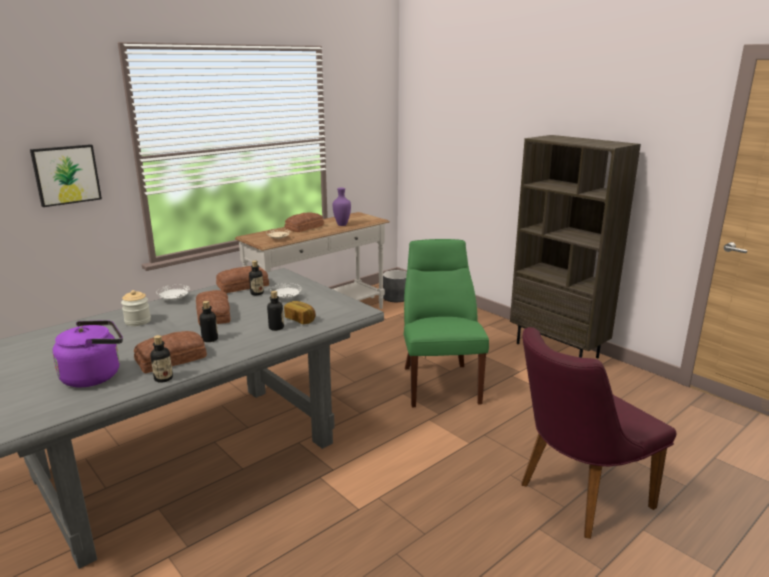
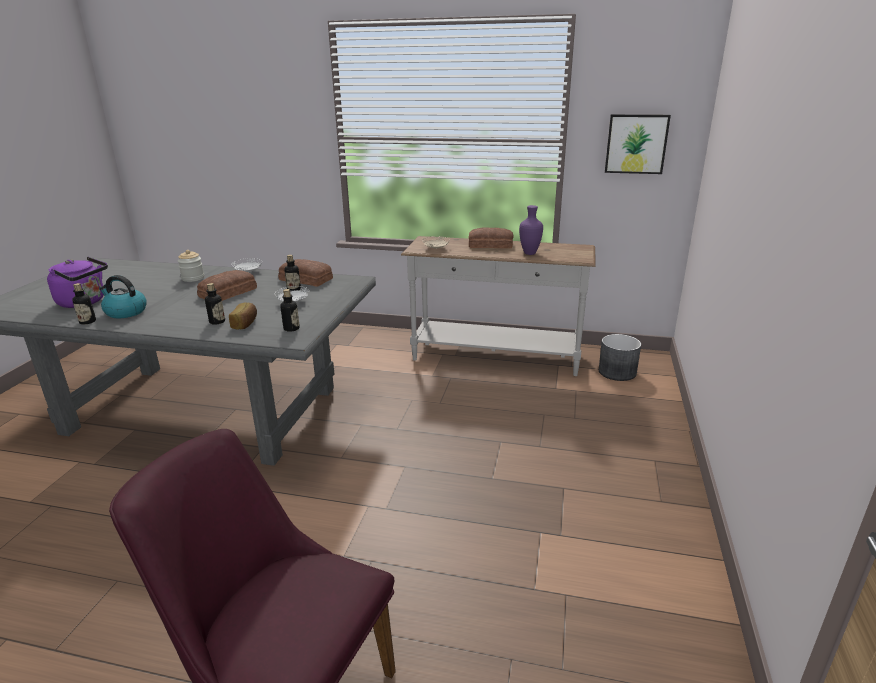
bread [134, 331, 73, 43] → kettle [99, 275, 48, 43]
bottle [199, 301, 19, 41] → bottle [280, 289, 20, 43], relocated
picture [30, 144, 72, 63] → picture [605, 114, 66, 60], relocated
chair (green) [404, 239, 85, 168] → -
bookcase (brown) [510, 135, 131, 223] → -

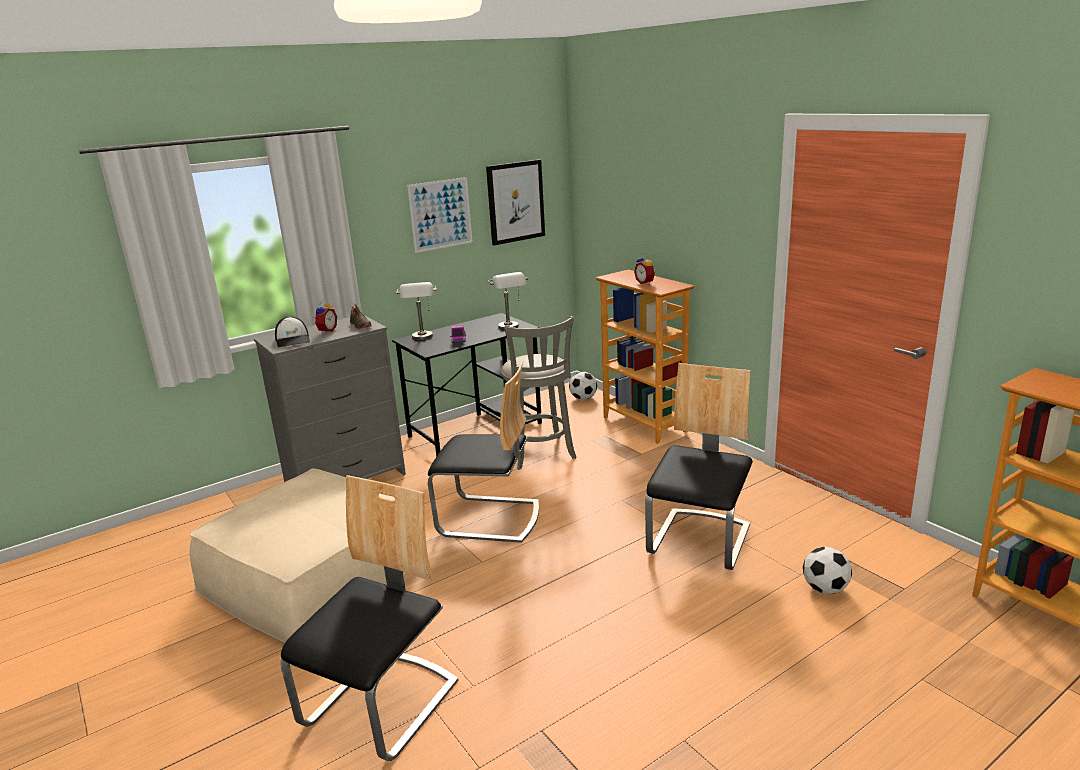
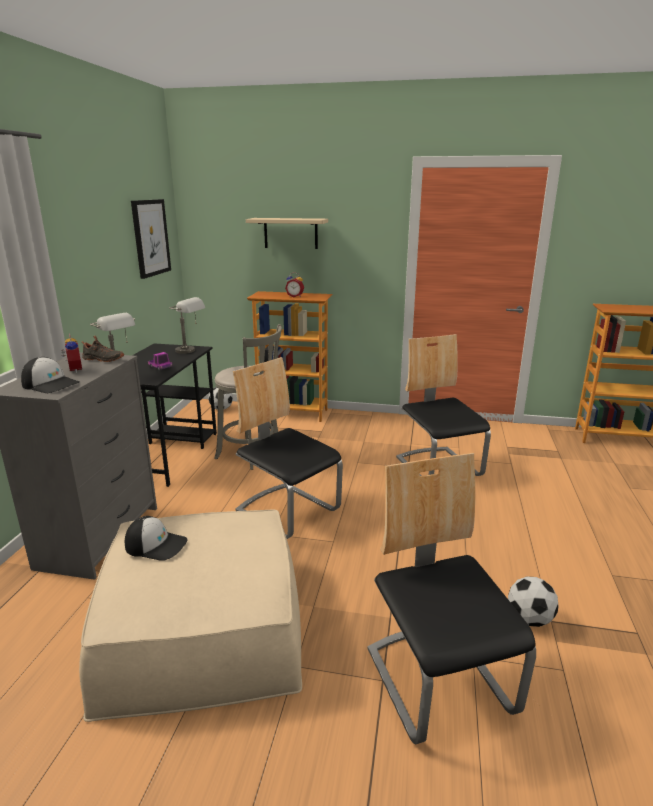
- → cap [125, 516, 63, 45]
chair [428, 359, 111, 184] → chair [233, 357, 110, 182], 105 degrees counterclockwise
- → shelf (beige) [246, 218, 82, 31]
football [803, 546, 49, 48] → football [508, 576, 51, 51], relocated
picture [407, 177, 66, 76] → -

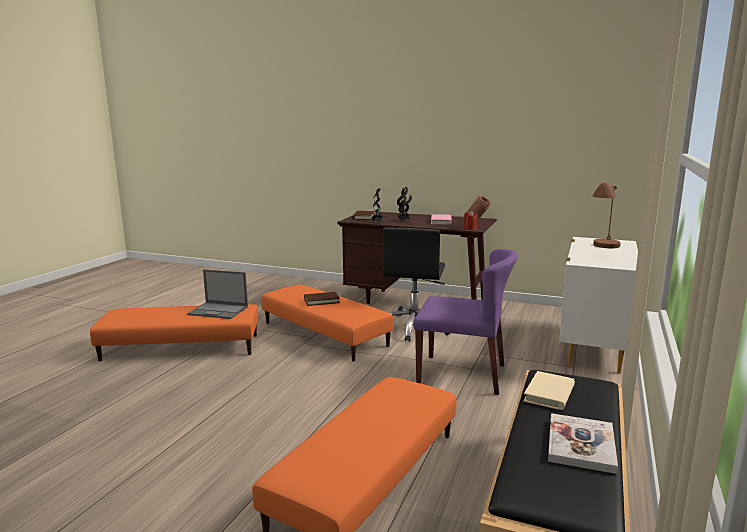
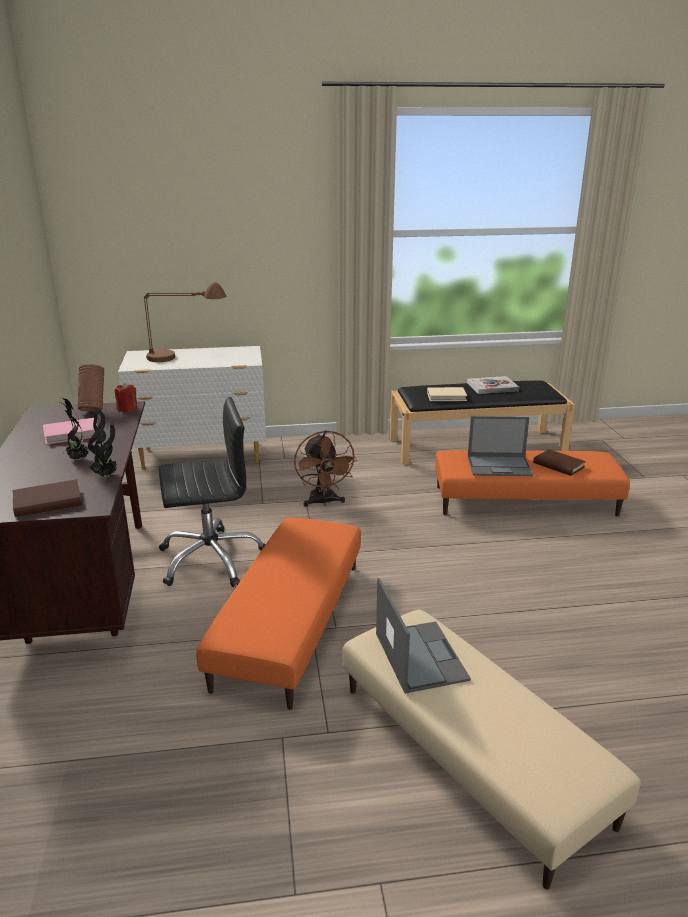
chair (purple) [413, 249, 104, 146] → fan (brown) [294, 430, 63, 77]
ottoman (orange) [90, 304, 168, 57] → ottoman (beige) [343, 610, 298, 279]
- → laptop [468, 416, 65, 60]
book (brown) [304, 292, 36, 14] → book (brown) [533, 449, 53, 27], relocated

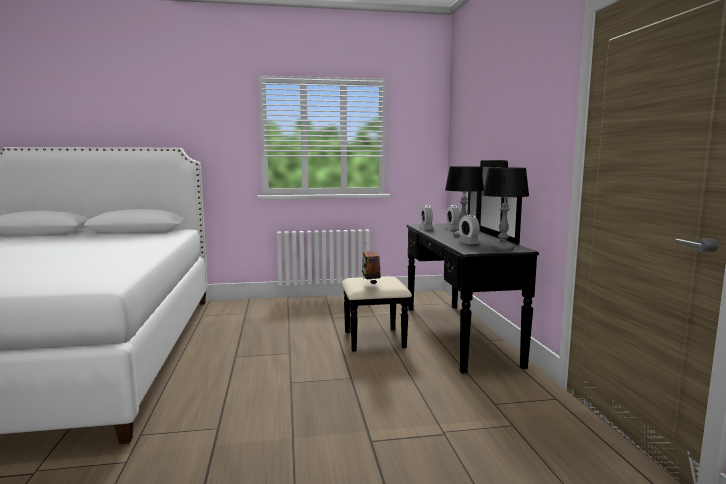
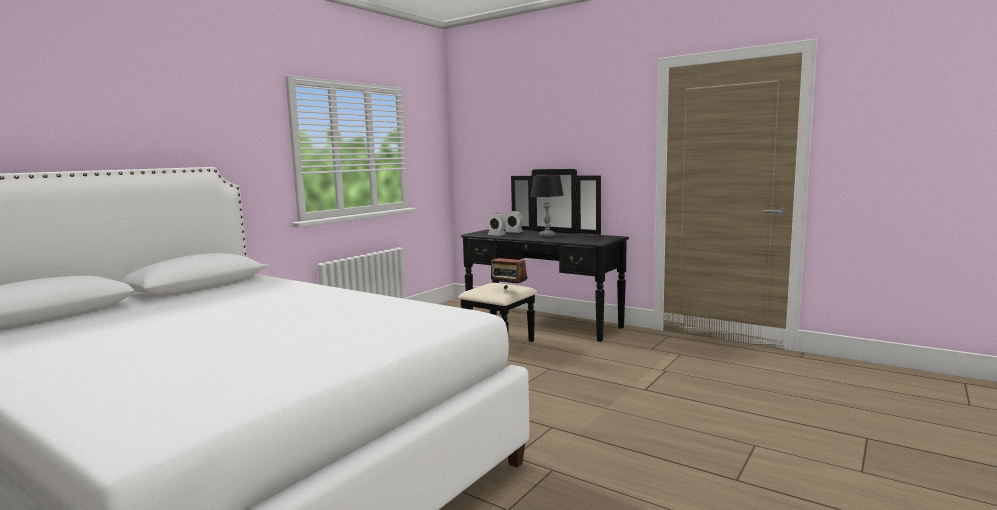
alarm clock [458, 214, 22, 30] → -
table lamp [482, 167, 47, 84] → -

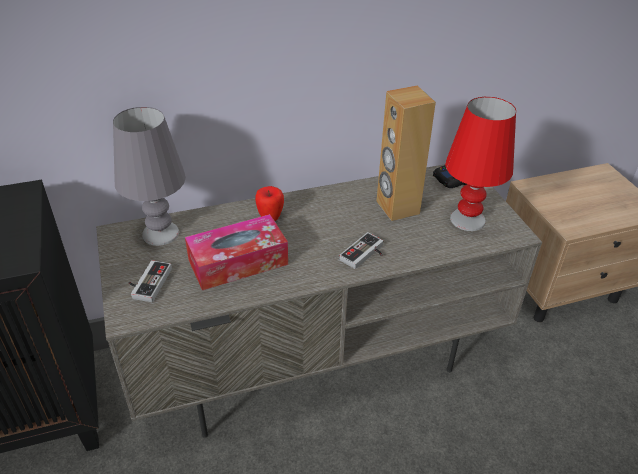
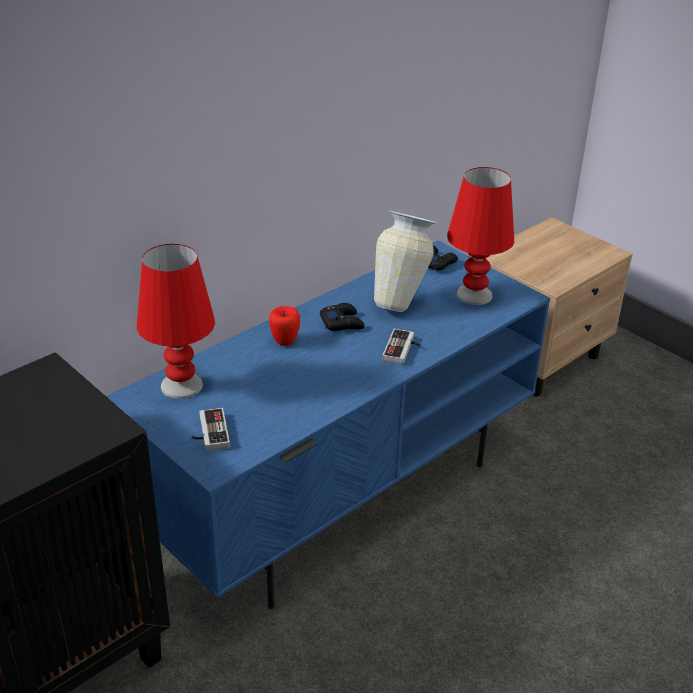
tv stand (grey) [96, 164, 446, 274] → tv stand (blue) [106, 241, 444, 368]
table lamp (grey) [113, 107, 73, 139] → table lamp (red) [137, 244, 78, 155]
- → game controller (black) [320, 303, 44, 28]
speaker (brown) [376, 85, 60, 136] → vase [374, 211, 63, 101]
tissue box [185, 214, 103, 76] → -

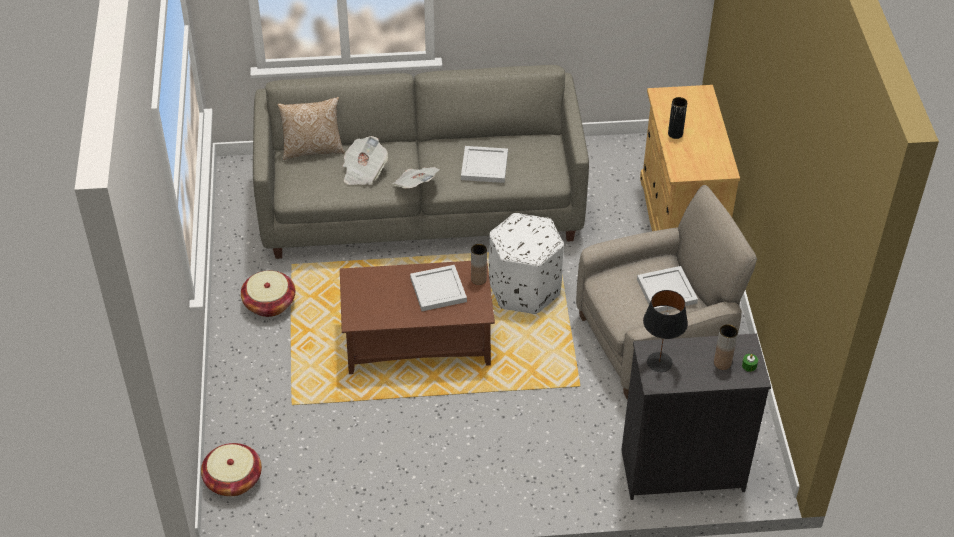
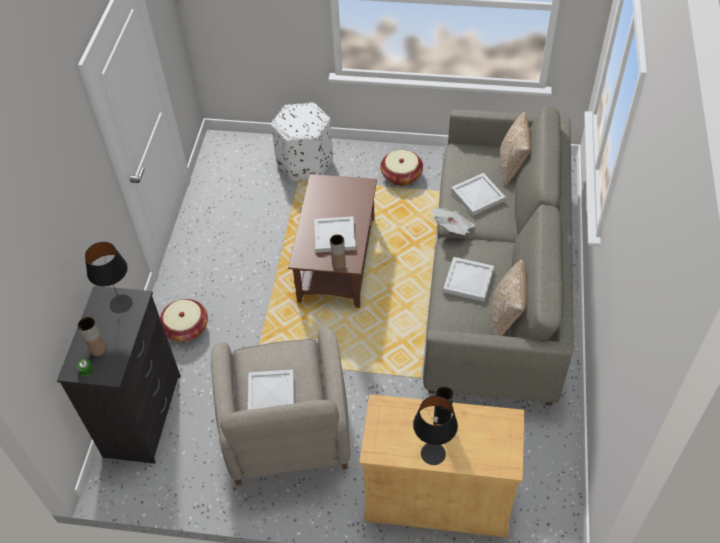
basket [201, 443, 61, 53] → basket [160, 299, 48, 43], relocated
ottoman (white) [489, 213, 75, 101] → ottoman (white) [271, 102, 62, 79], relocated
- → table lamp (black) [413, 396, 45, 69]
newspaper [343, 136, 45, 49] → tray (white) [451, 173, 55, 43]
- → pillow [492, 259, 35, 77]

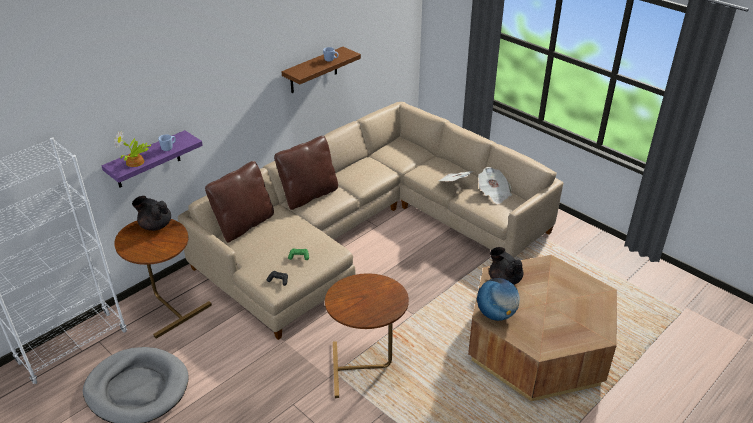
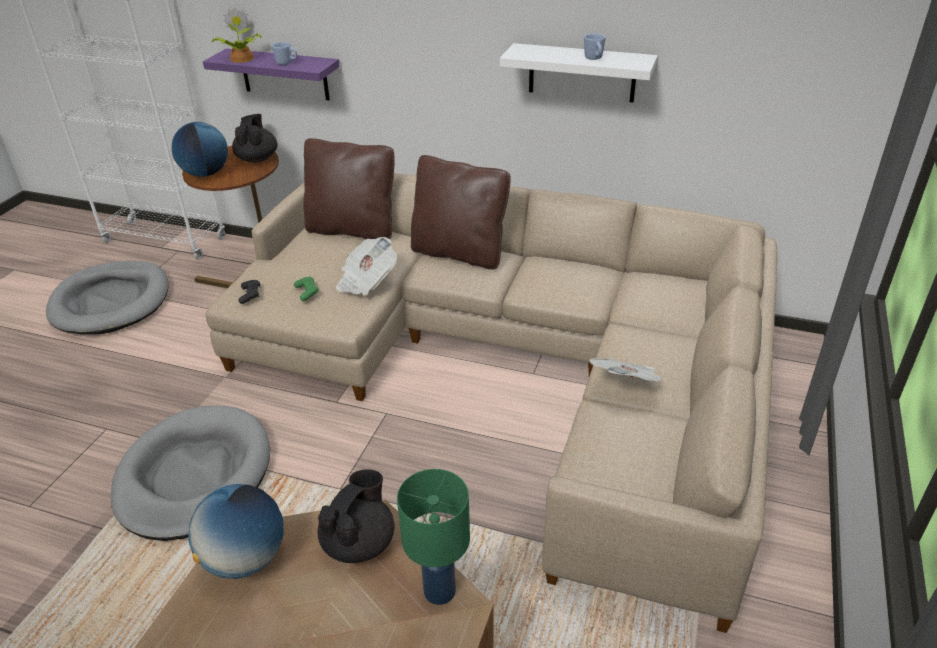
side table (brown) [325, 273, 84, 125] → dog bed (grey) [111, 406, 159, 135]
- → globe [172, 122, 56, 55]
newspaper [478, 167, 34, 37] → newspaper [336, 237, 61, 59], relocated
- → table lamp (green) [397, 469, 73, 136]
shelf (brown) [282, 47, 79, 46] → shelf (white) [500, 43, 158, 59]

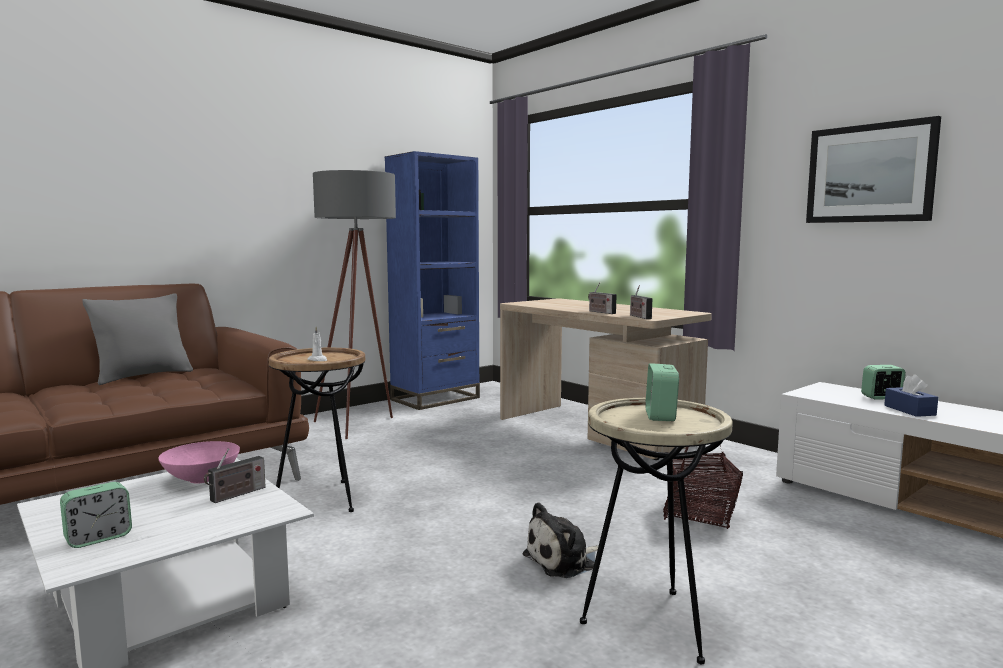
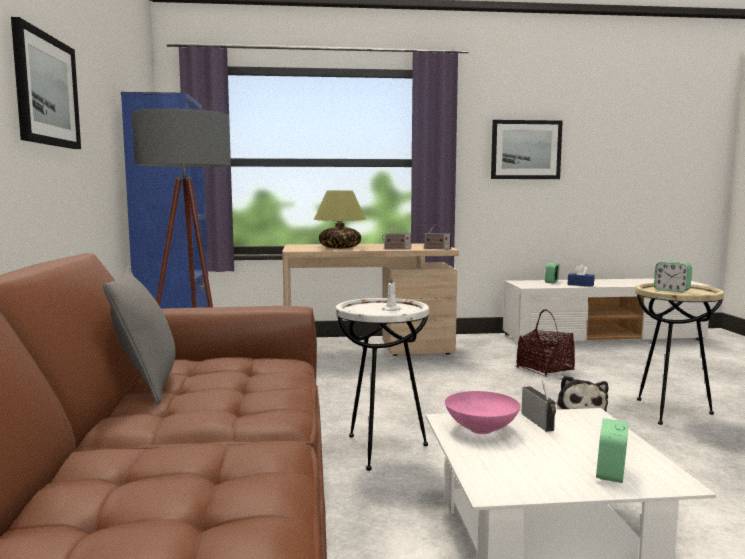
- → picture [11, 17, 70, 132]
- → table lamp [314, 190, 52, 59]
side table (brown) [269, 348, 96, 164] → side table (white) [336, 298, 93, 173]
alarm clock [60, 482, 72, 66] → alarm clock [596, 418, 32, 65], 150 degrees counterclockwise

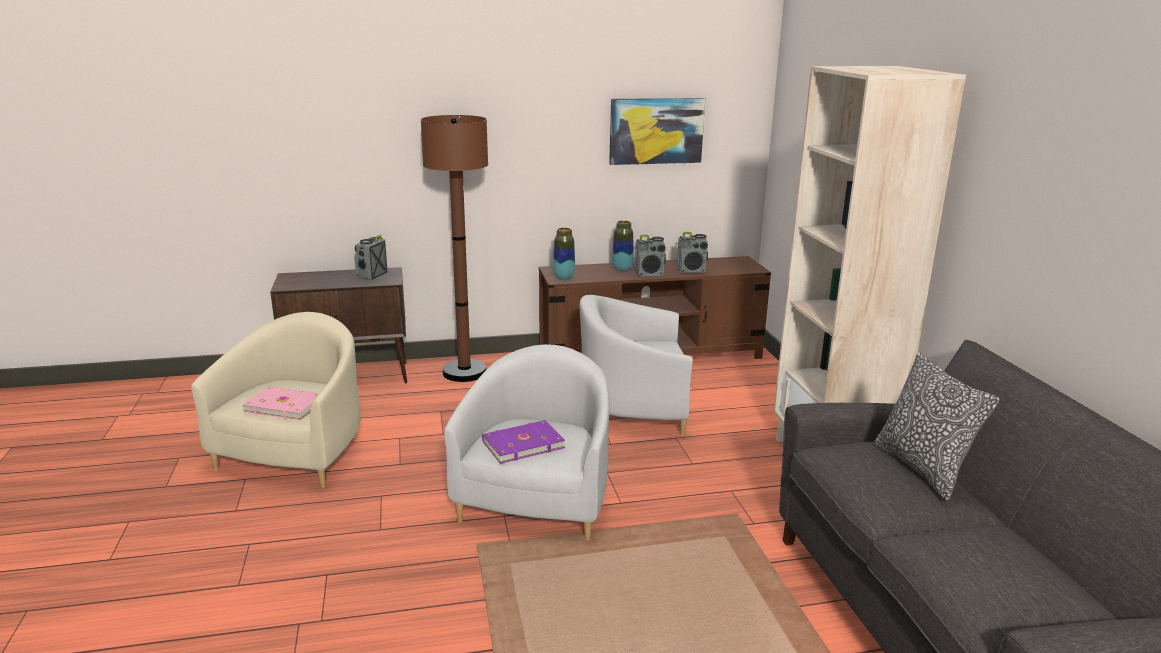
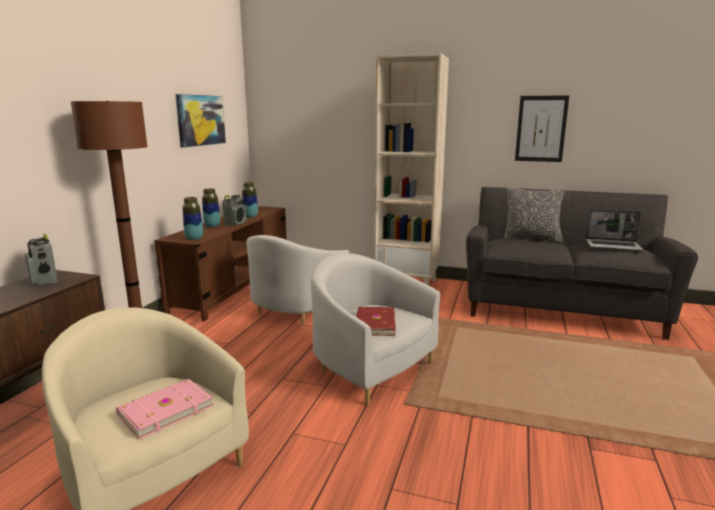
radio [677, 232, 31, 41] → vase [242, 182, 16, 36]
book (purple) [482, 420, 83, 44] → book (red) [357, 307, 38, 29]
- → picture [515, 95, 54, 67]
- → laptop [586, 209, 57, 42]

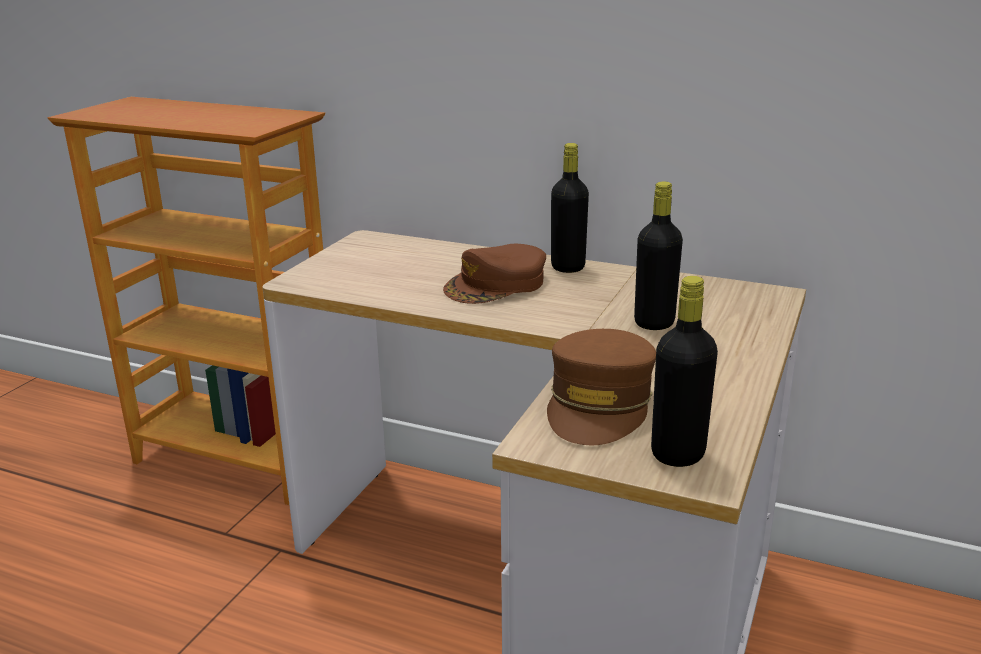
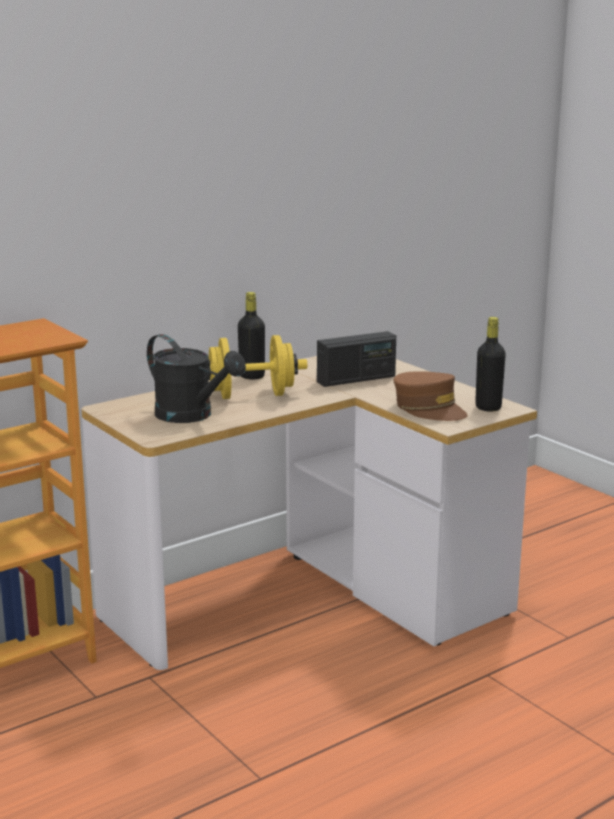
- → watering can (black) [147, 334, 99, 89]
cap (brown) [443, 244, 103, 60] → dumbbell (yellow) [207, 335, 100, 64]
bottle (black) [634, 182, 49, 148] → radio [317, 331, 79, 56]

